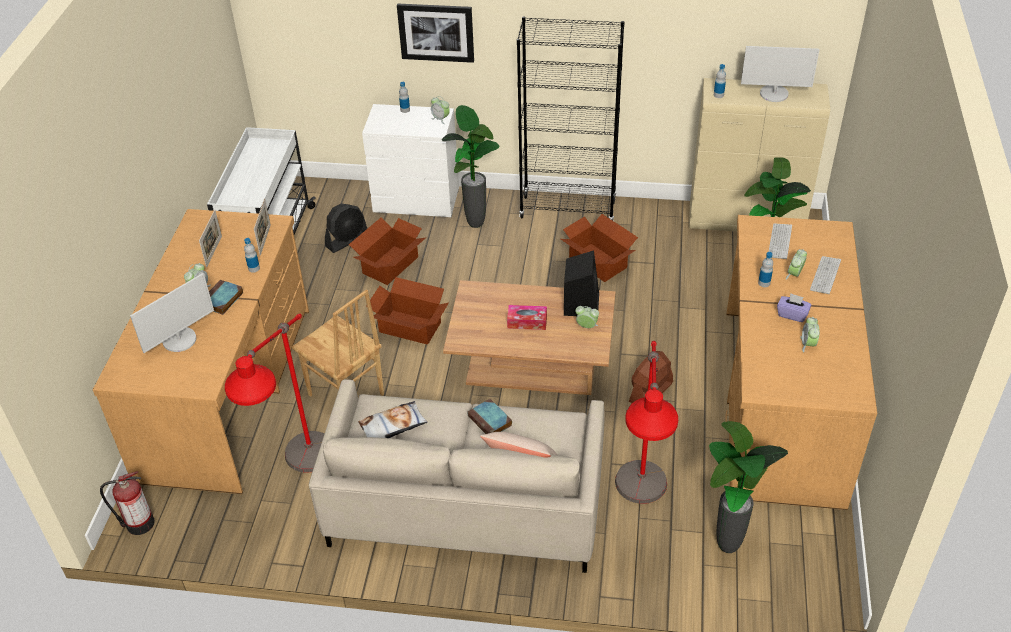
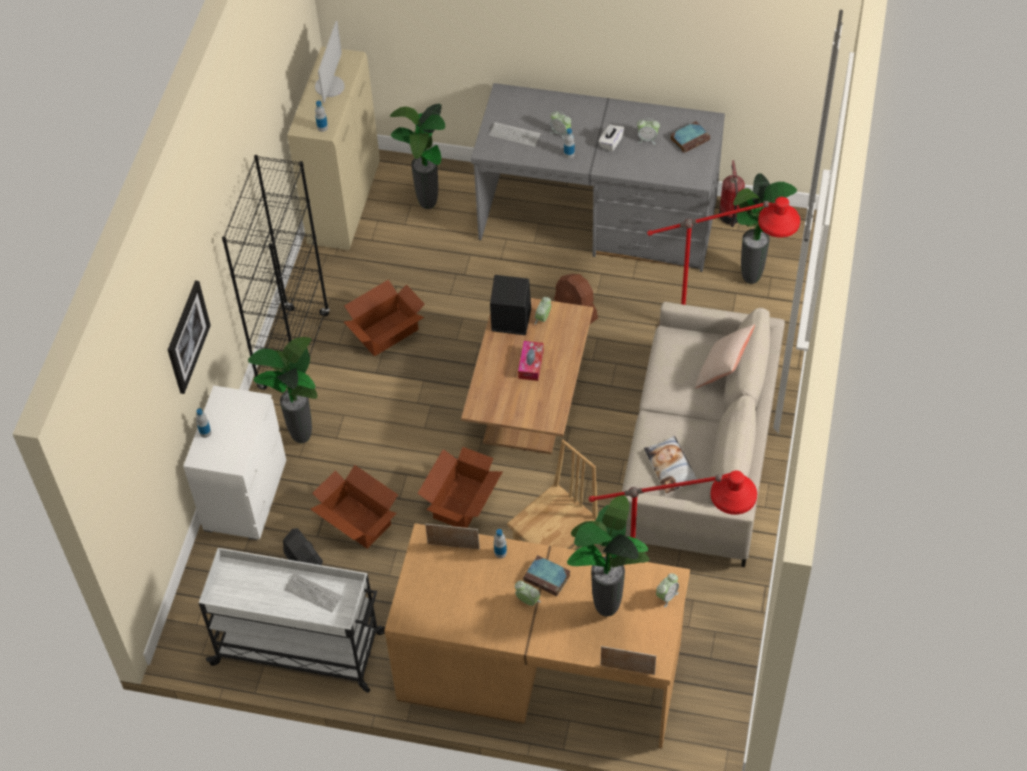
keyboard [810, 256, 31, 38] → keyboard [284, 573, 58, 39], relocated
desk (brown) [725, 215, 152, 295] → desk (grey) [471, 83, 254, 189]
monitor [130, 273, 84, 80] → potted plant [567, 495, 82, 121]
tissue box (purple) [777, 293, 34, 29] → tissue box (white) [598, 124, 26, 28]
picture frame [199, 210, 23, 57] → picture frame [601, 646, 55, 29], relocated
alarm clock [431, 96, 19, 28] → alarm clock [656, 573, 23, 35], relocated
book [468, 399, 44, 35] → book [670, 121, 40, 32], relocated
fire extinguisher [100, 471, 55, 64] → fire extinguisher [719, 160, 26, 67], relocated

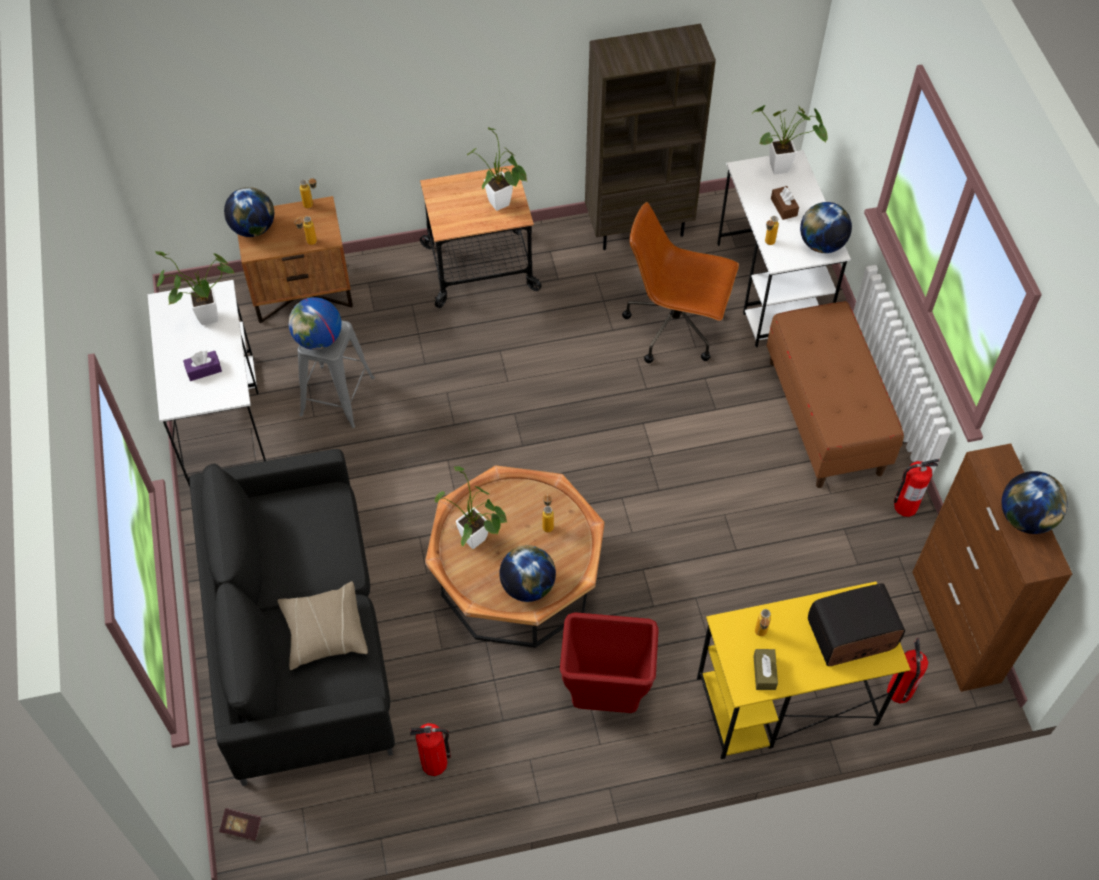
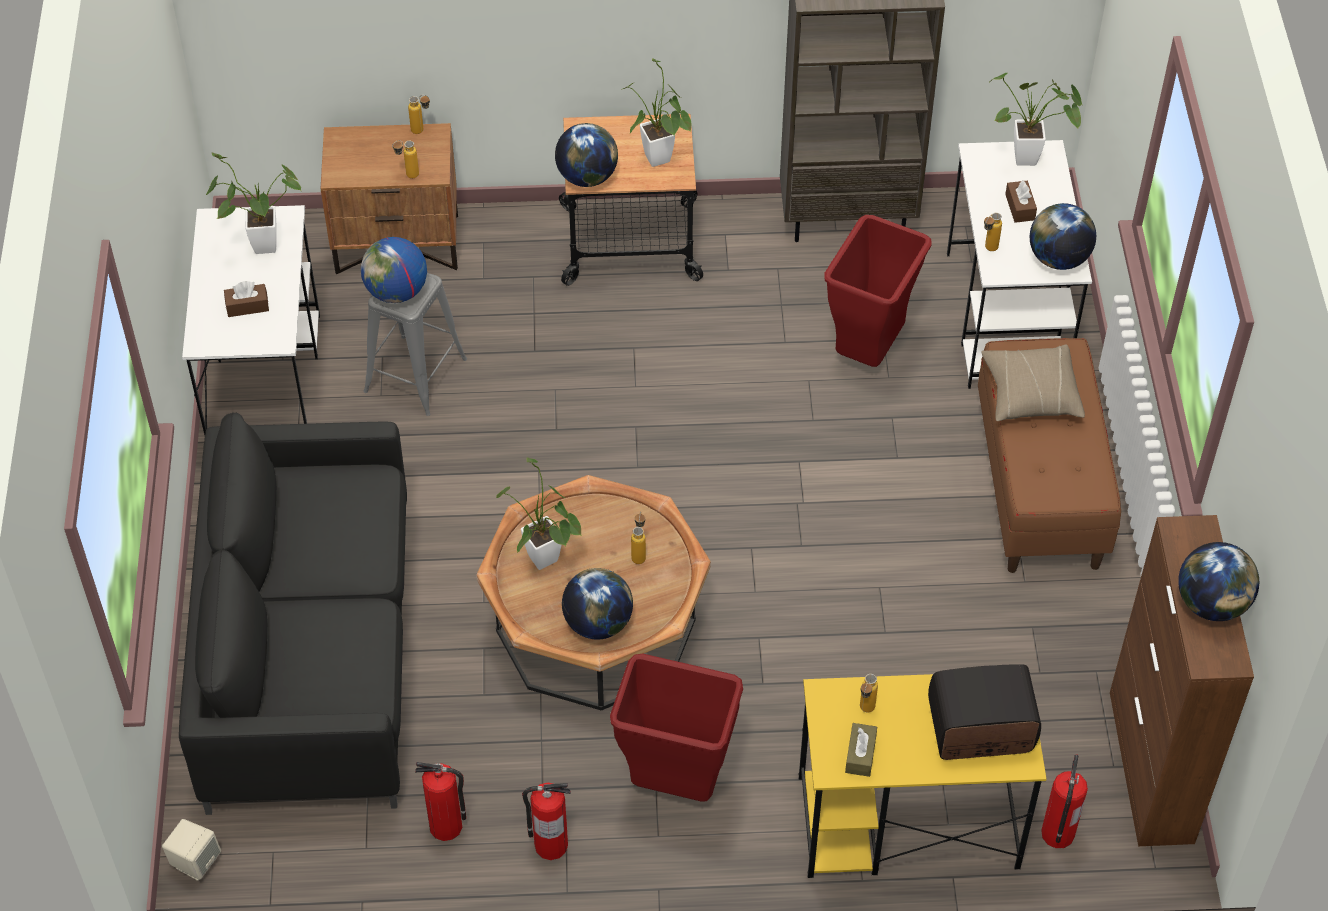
book [219, 808, 43, 33] → speaker (beige) [162, 819, 59, 62]
tissue box (purple) [183, 351, 39, 30] → tissue box (brown) [224, 281, 45, 36]
fire extinguisher [894, 459, 45, 58] → fire extinguisher [522, 783, 49, 77], relocated
globe [224, 187, 50, 50] → globe [555, 123, 63, 64], relocated
office chair (brown) [622, 202, 117, 161] → trash can (red) [824, 215, 108, 152]
pillow (beige) [278, 581, 90, 89] → pillow (beige) [982, 344, 103, 77], relocated

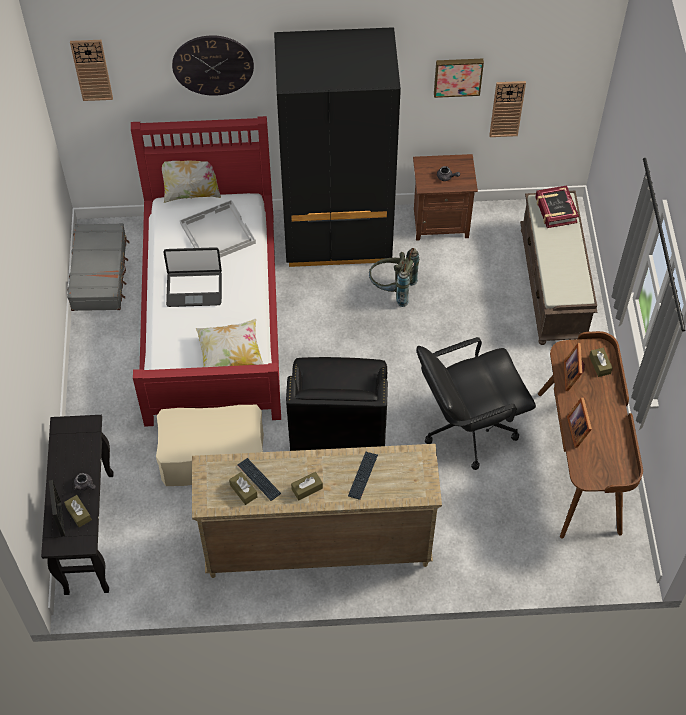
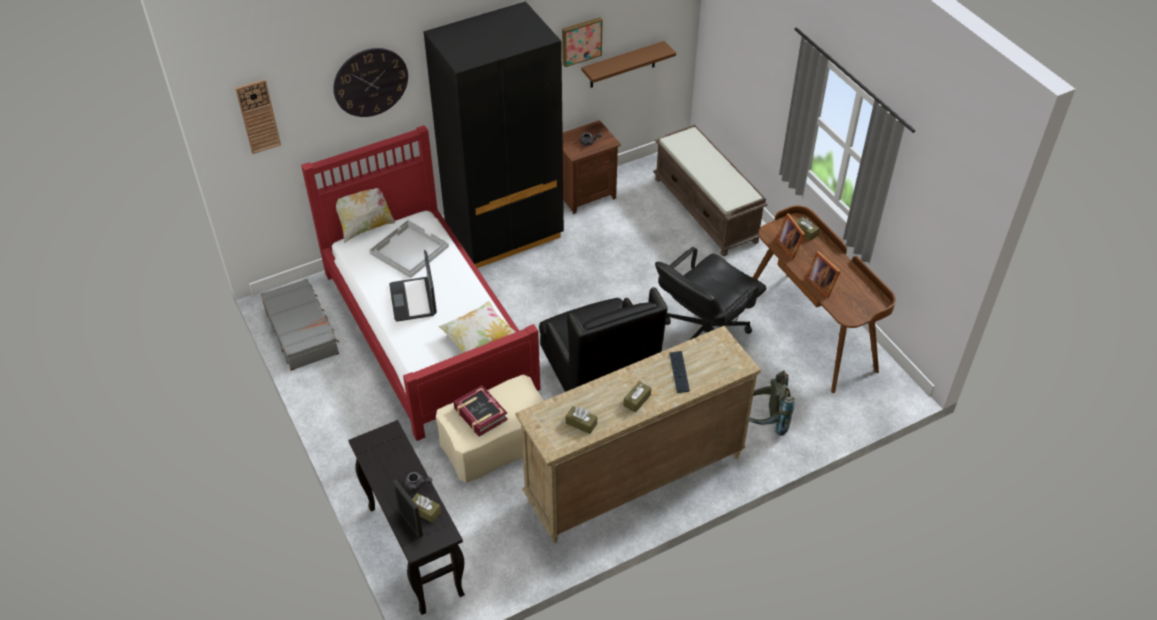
laptop [163, 247, 59, 60] → laptop [389, 250, 48, 72], 105 degrees clockwise
book [535, 185, 44, 43] → book [453, 385, 55, 51], relocated
wall clock [489, 81, 37, 56] → shelf (brown) [581, 41, 95, 47]
backpack (grey) [369, 248, 50, 59] → backpack (grey) [749, 370, 45, 66], relocated
keyboard [238, 458, 43, 43] → -

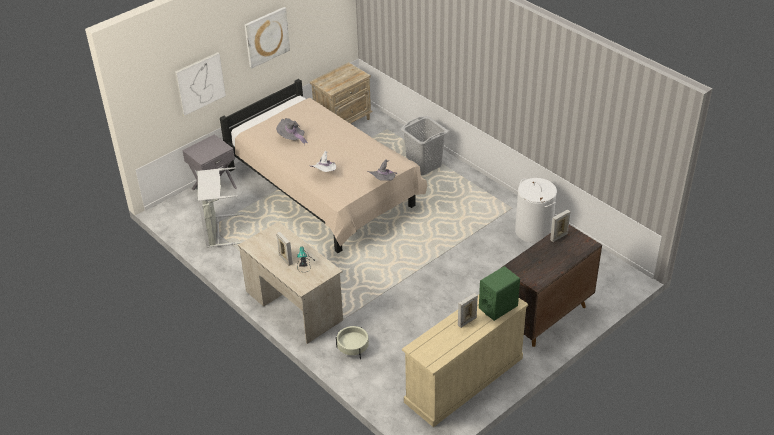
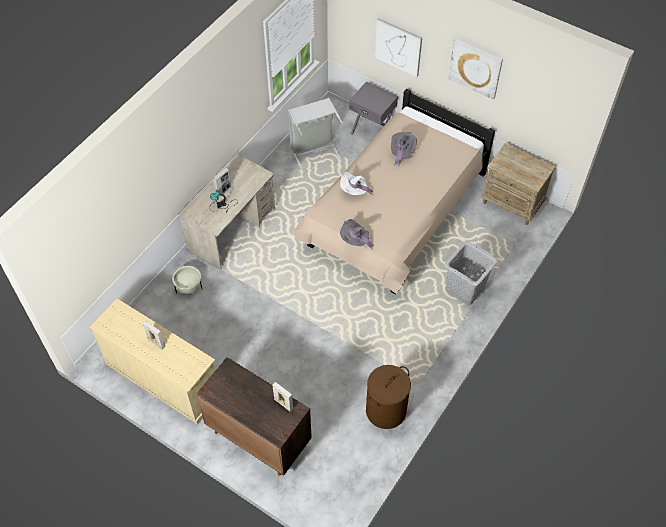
laundry basket (white) [515, 178, 42, 65] → laundry basket (brown) [366, 365, 45, 64]
speaker (green) [479, 266, 41, 55] → -

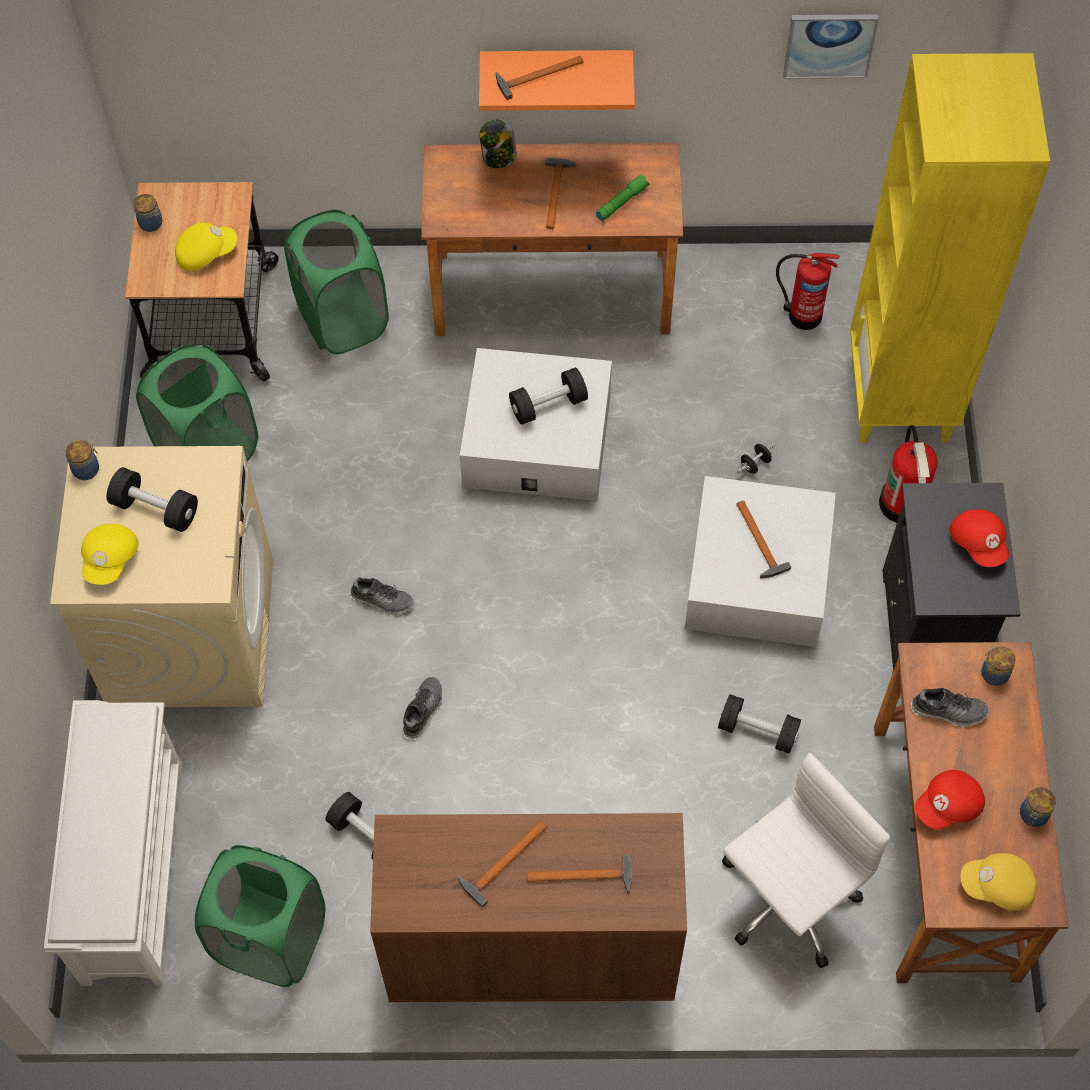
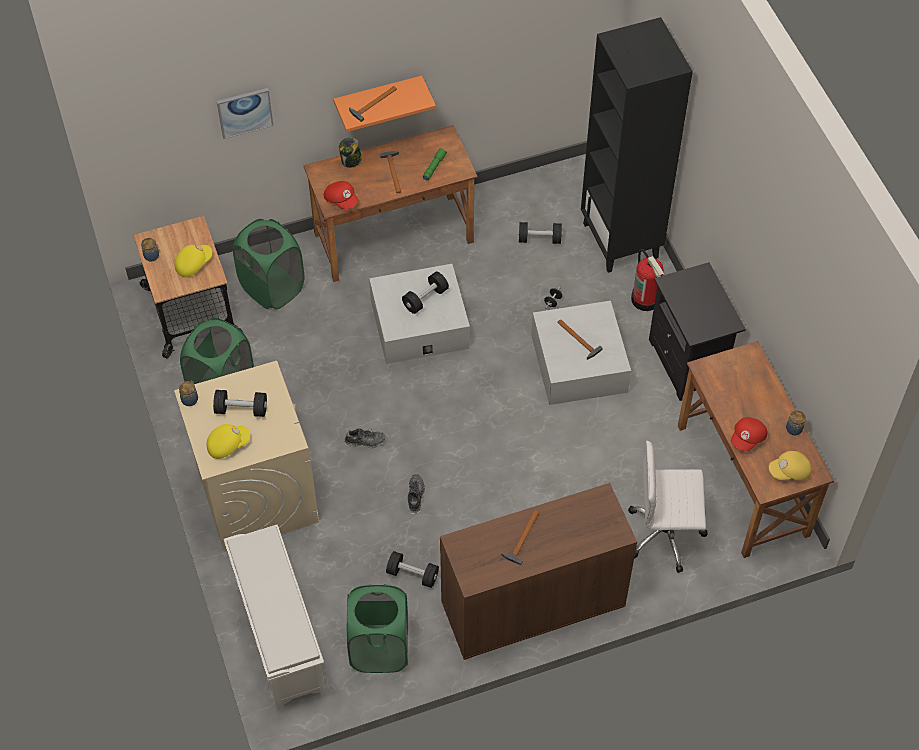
cap (yellow) [81, 524, 57, 61] → cap (yellow) [207, 424, 43, 35], 105 degrees counterclockwise
picture [783, 14, 96, 65] → picture [217, 88, 57, 51], relocated
cap (red) [950, 510, 59, 57] → cap (red) [324, 181, 35, 28], relocated
dumbbell (black) [718, 694, 83, 60] → dumbbell (black) [518, 222, 44, 22], relocated
bookcase (yellow) [850, 53, 200, 390] → bookcase (black) [581, 17, 112, 256]
office chair (white) [722, 753, 168, 215] → office chair (white) [628, 441, 80, 132], 120 degrees counterclockwise
hammer [527, 855, 105, 39] → -
fire extinguisher [776, 252, 64, 78] → -
shoe [911, 688, 78, 39] → -
jar [981, 645, 35, 41] → -

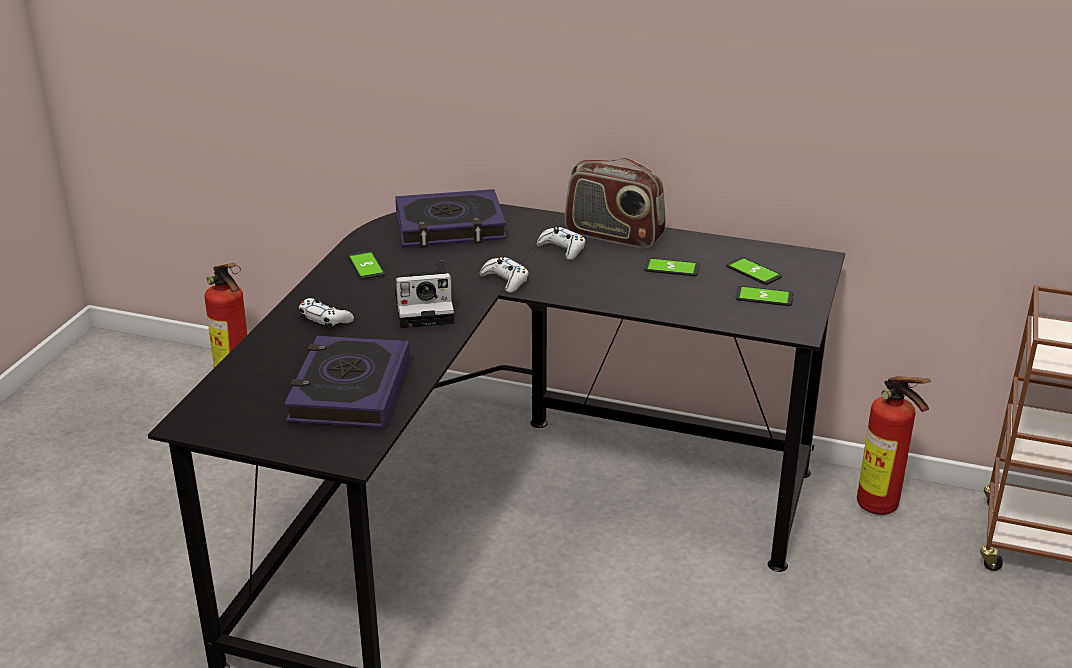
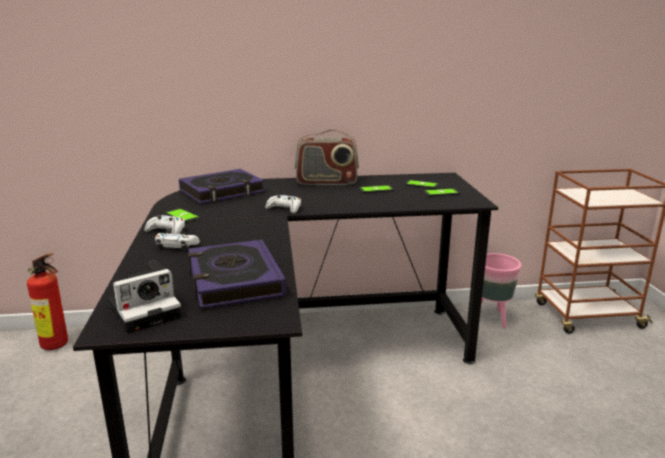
photo camera [395, 261, 59, 67] → photo camera [108, 260, 74, 73], relocated
game controller (white) [537, 227, 48, 33] → game controller (white) [145, 215, 40, 19], relocated
fire extinguisher [857, 376, 74, 139] → planter (pink) [481, 253, 40, 75]

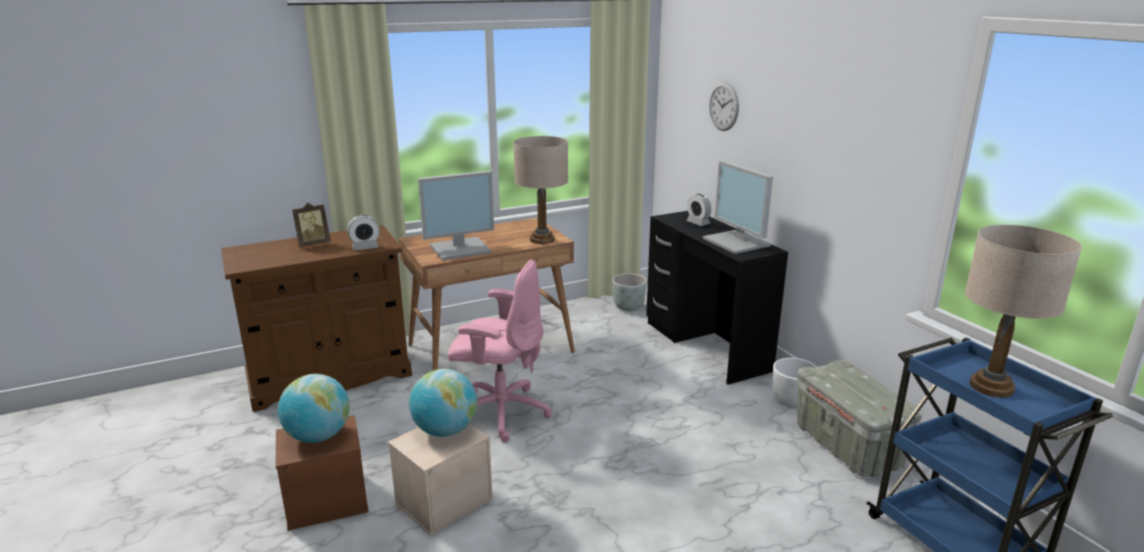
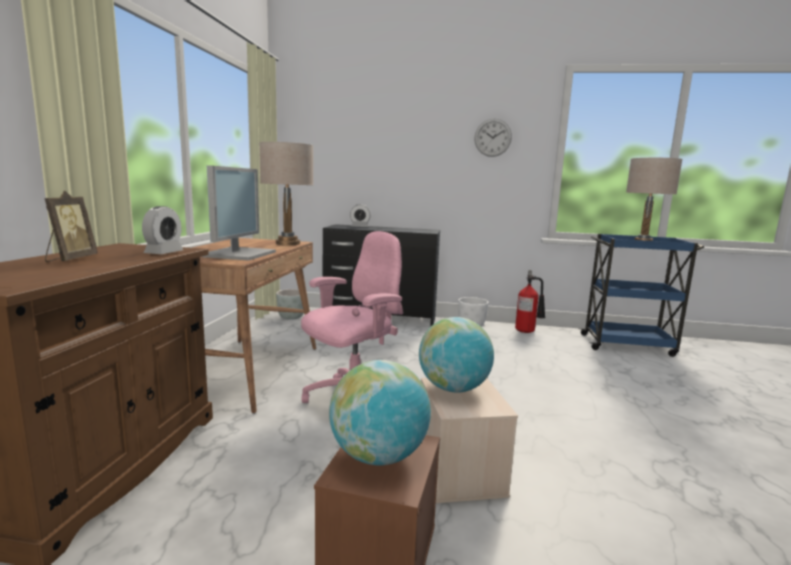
wall clock [709, 82, 30, 49] → wall clock [474, 118, 38, 39], relocated
storage box (grey) [797, 360, 125, 117] → fire extinguisher [515, 270, 30, 63]
monitor [703, 161, 70, 93] → -

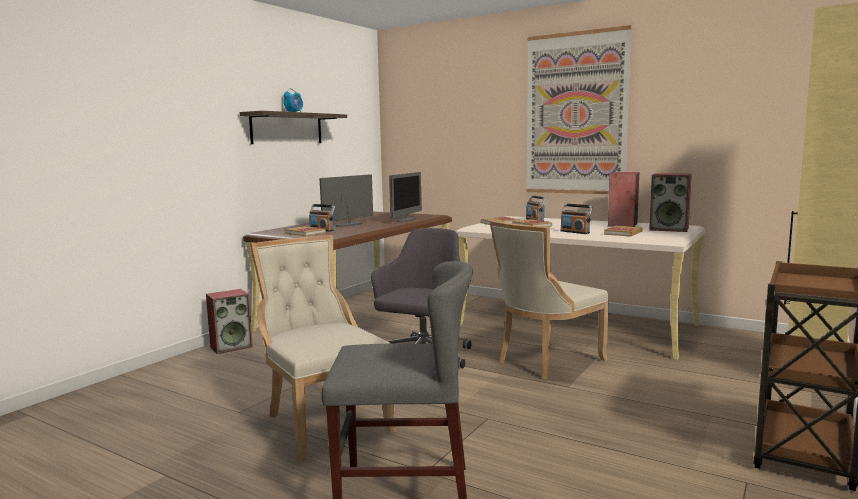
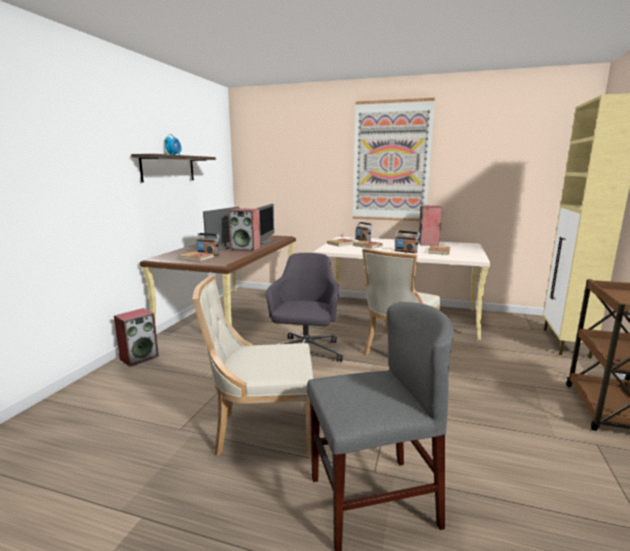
chair (beige) [250, 235, 147, 228] → chair (beige) [193, 275, 120, 184], 45 degrees counterclockwise
speaker [649, 173, 43, 59] → speaker [228, 208, 32, 43], relocated

